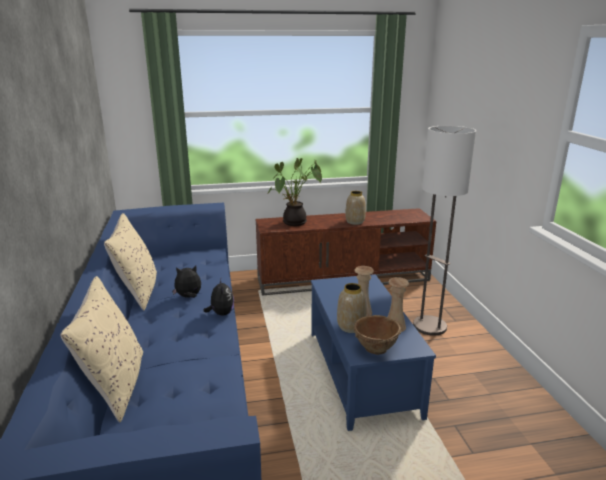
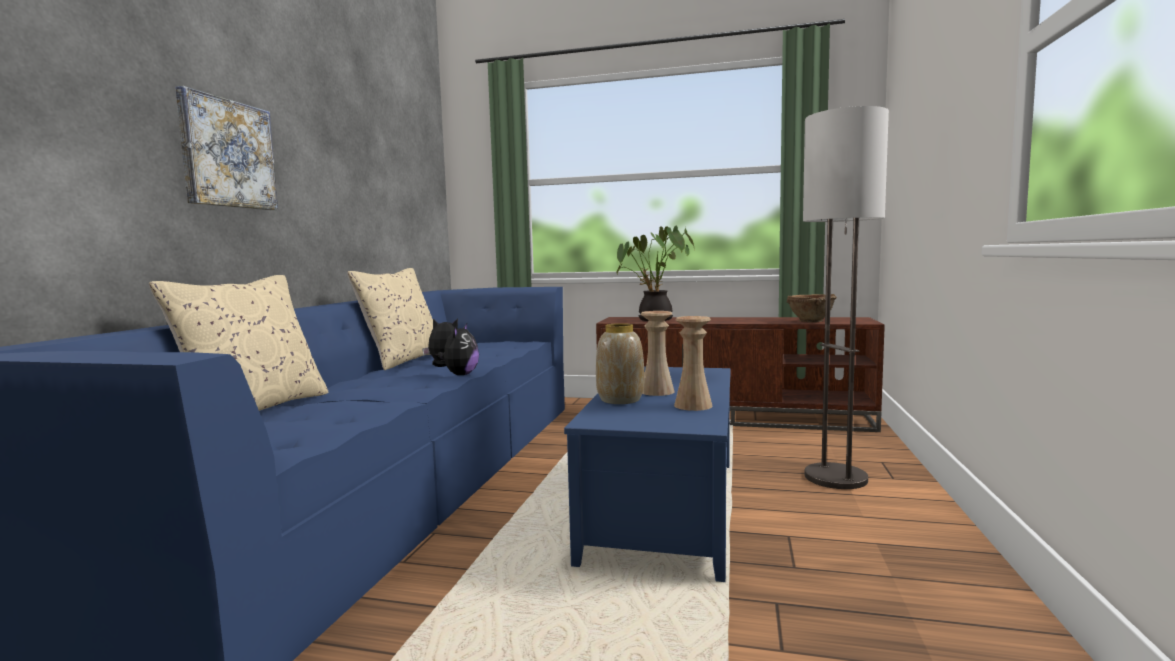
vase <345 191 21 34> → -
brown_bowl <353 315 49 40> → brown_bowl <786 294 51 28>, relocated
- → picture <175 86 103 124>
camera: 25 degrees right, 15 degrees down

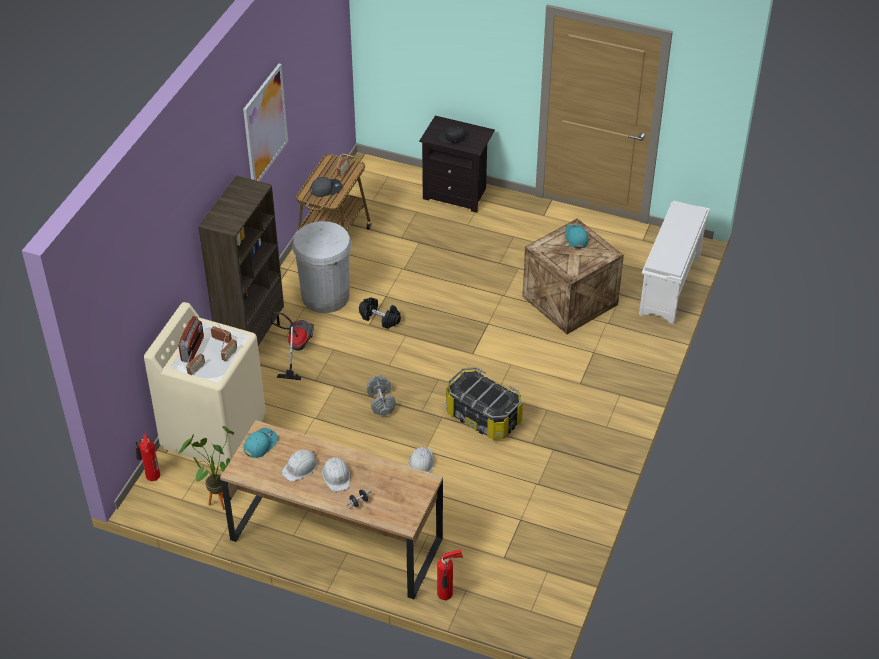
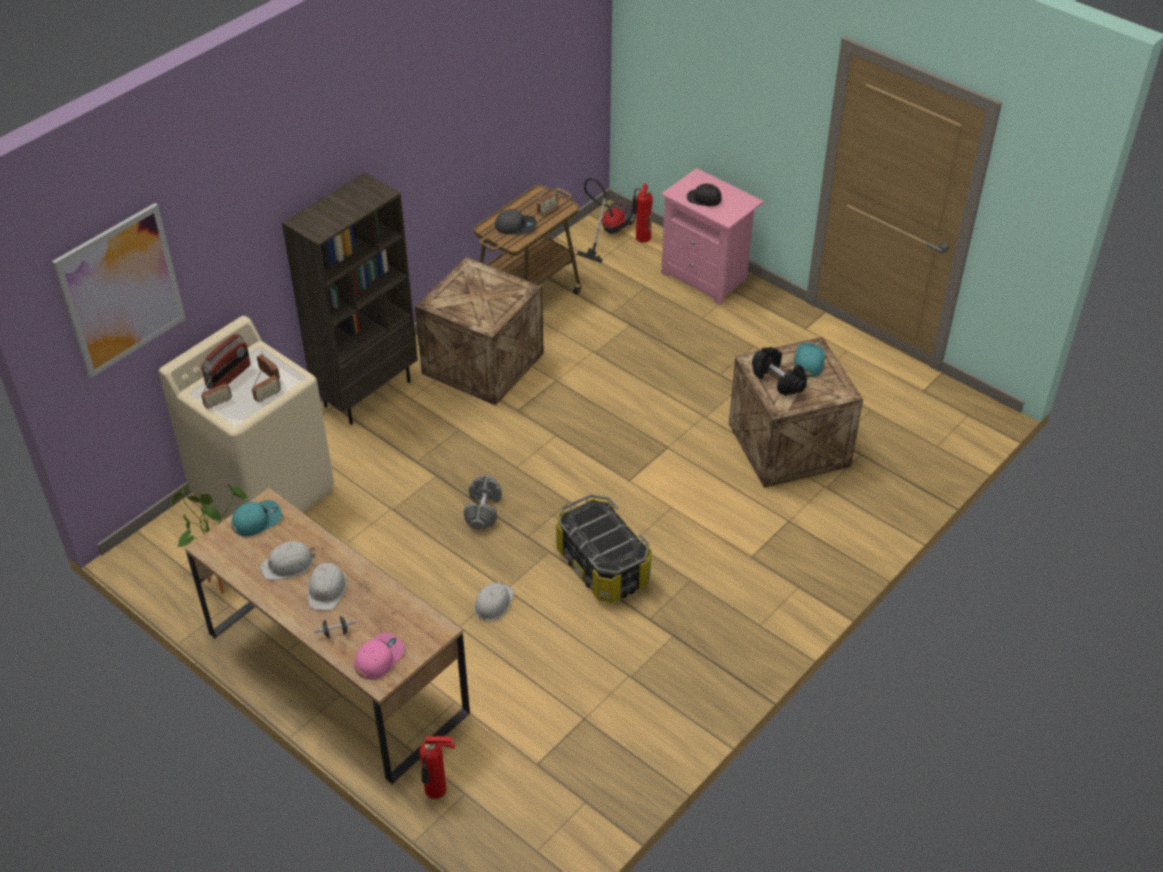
picture <243 64 45 117> → picture <52 203 134 175>, relocated
black_nightstand <419 116 76 97> → pink_nightstand <661 168 103 137>
white_shoe_rack <639 201 71 123> → -
white_trash_can <292 221 60 92> → crate <415 257 129 149>
black_dumbbell <359 297 42 32> → black_dumbbell <752 347 55 49>, relocated
vacuum_cleaner <270 312 44 68> → vacuum_cleaner <577 178 59 85>, relocated
fire_extinguisher <136 434 24 47> → fire_extinguisher <631 184 22 59>, relocated
- → pink_cap <354 633 51 47>
camera: 20 degrees right, 0 degrees up

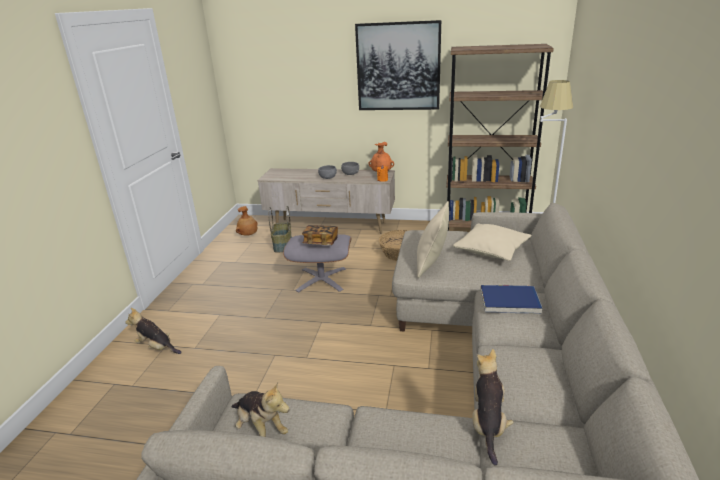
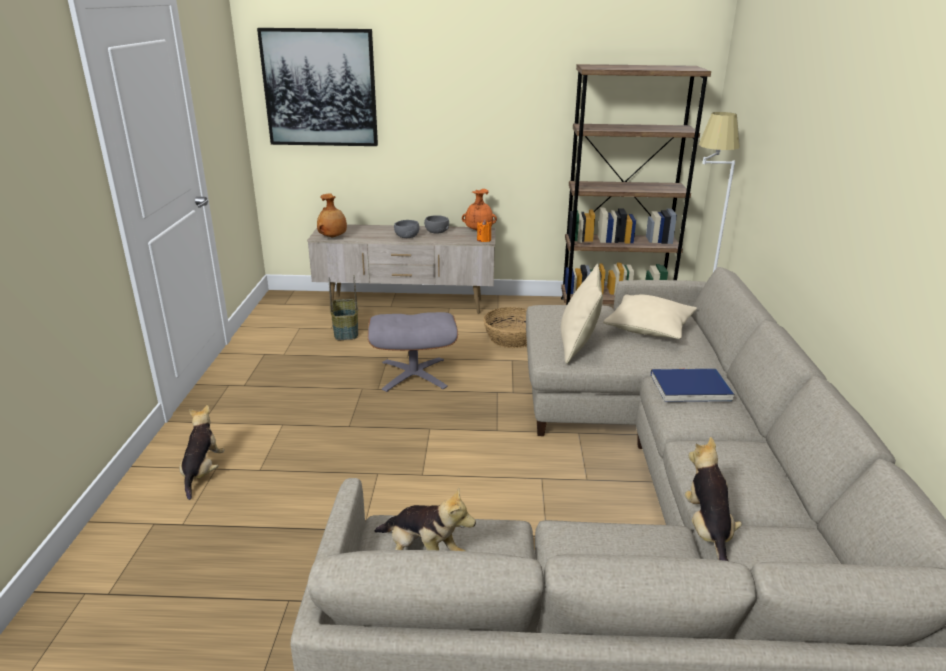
picture <355 20 86 90> → picture <257 28 121 118>, relocated
brown_vase <236 206 21 30> → brown_vase <317 193 30 45>, relocated
book <302 225 36 20> → -
plush_toy <125 308 57 46> → plush_toy <179 405 45 95>, 75 degrees clockwise
camera: 10 degrees left, 0 degrees up

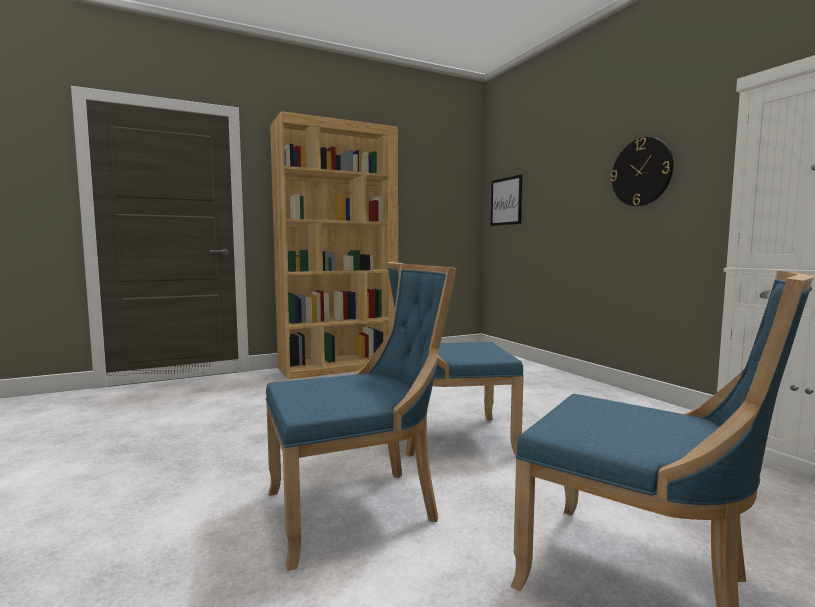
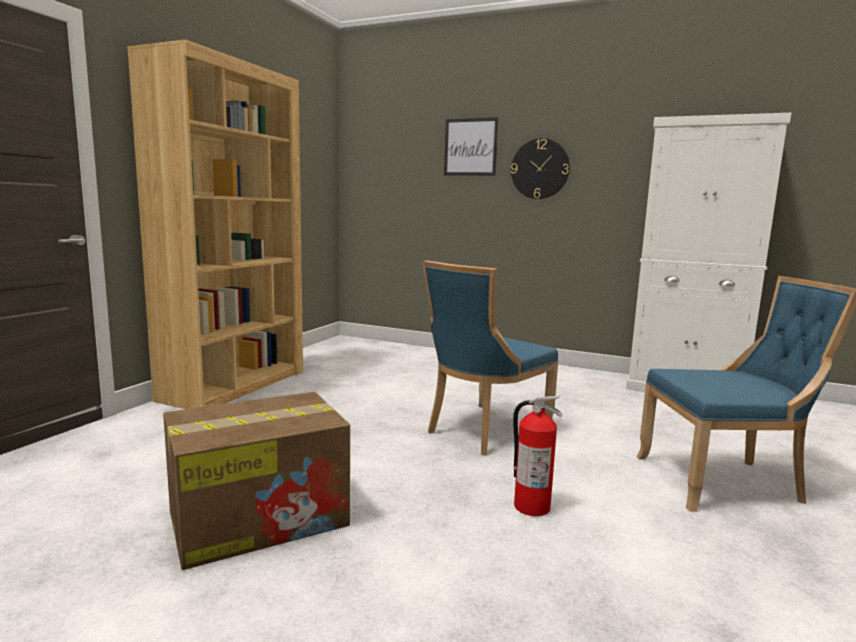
picture <491 174 31 52> → picture <444 117 55 59>, relocated
blue_chair <266 264 190 307> → fire_extinguisher <513 396 50 120>
- → cardboard_box <163 392 187 178>
camera: 40 degrees left, 5 degrees up

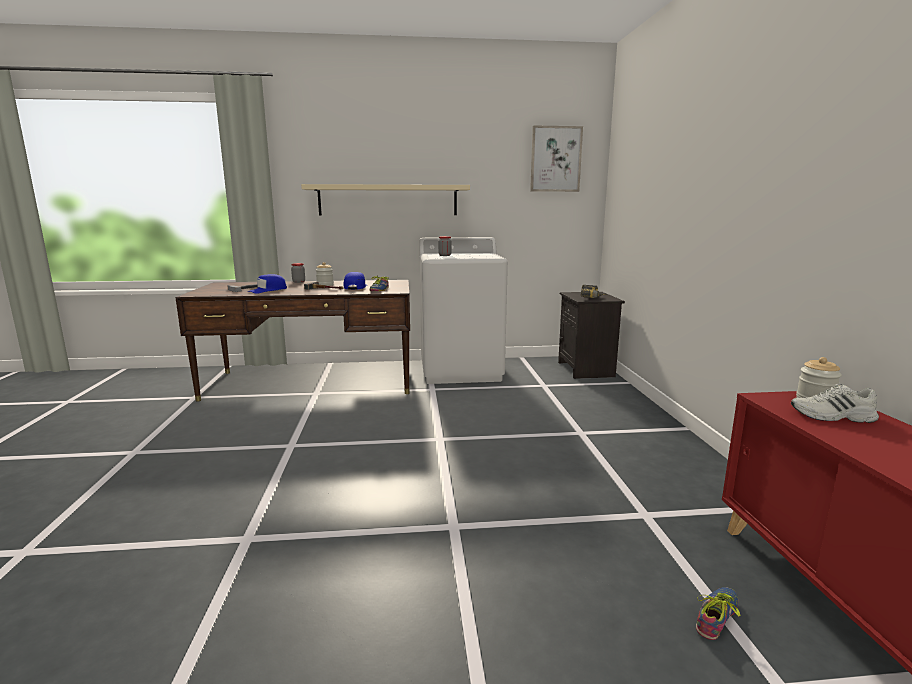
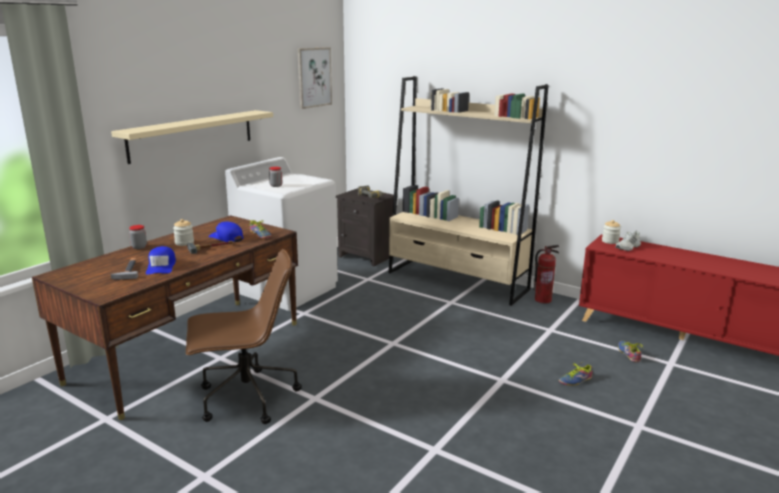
- → beige_bookcase <388 76 161 230>
- → fire_extinguisher <534 245 25 59>
- → brown_office_chair <186 249 116 175>
- → shoe <559 361 34 25>
camera: 50 degrees left, 5 degrees up

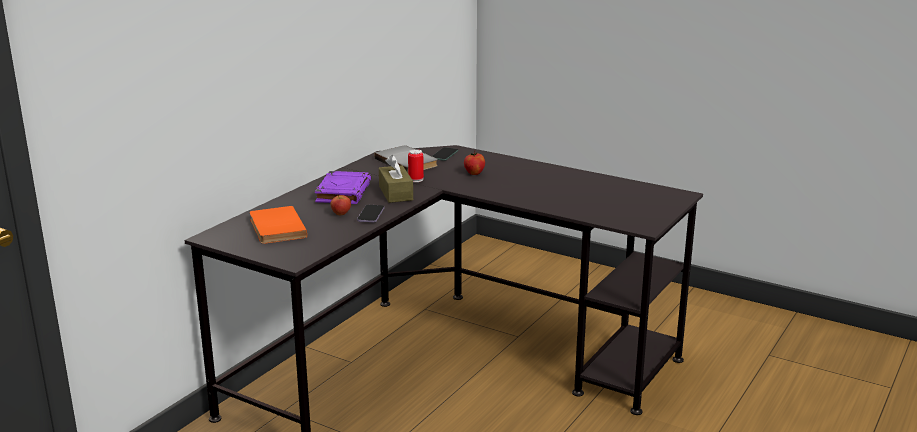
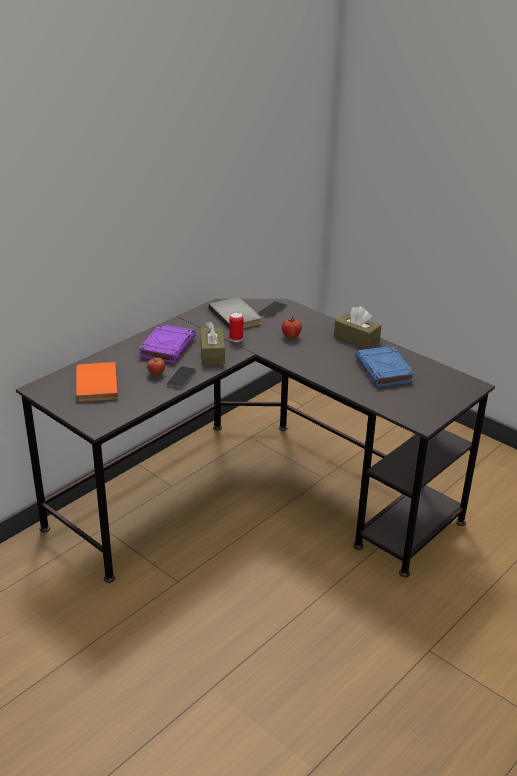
- → brown_tissue_box <334 306 47 43>
- → blue_book <356 346 59 41>
camera: 10 degrees right, 10 degrees up

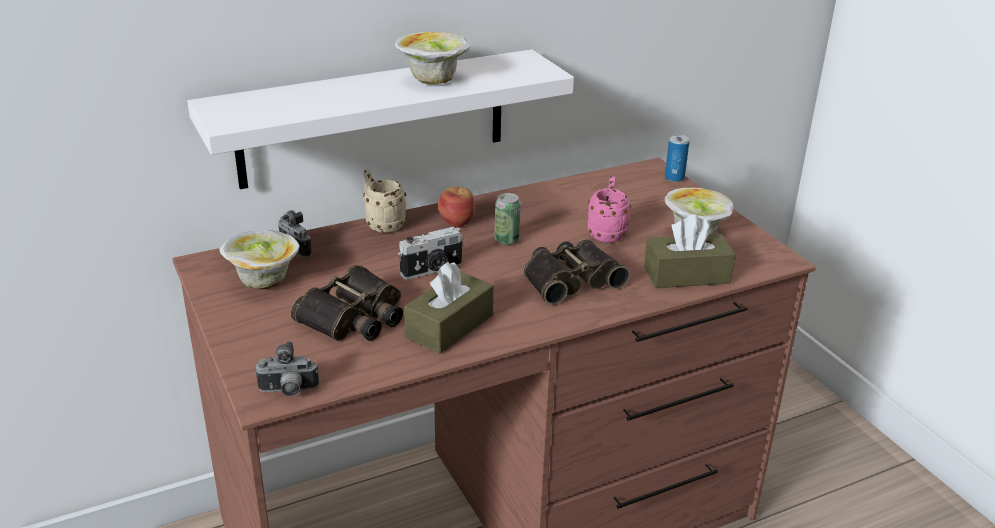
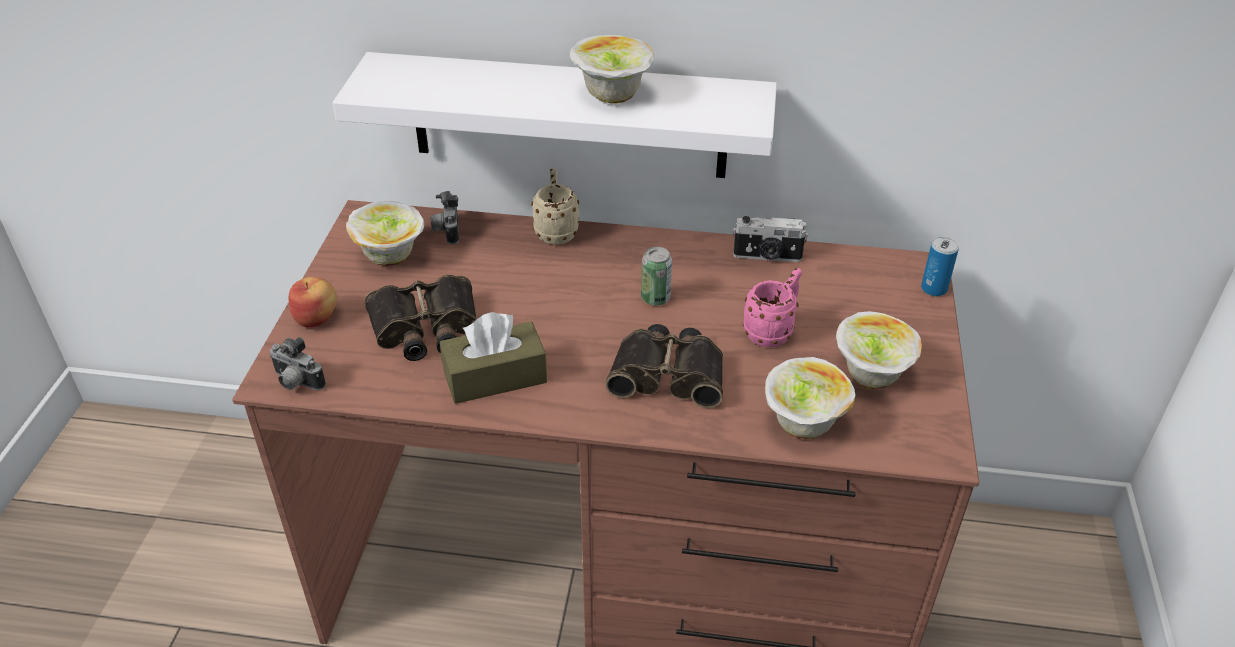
apple <438 187 38 40> → apple <289 277 48 51>, relocated
brown_tissue_box <644 214 92 74> → bowl <765 357 90 82>
photo_camera <398 227 66 53> → photo_camera <733 216 75 46>, relocated
camera: 35 degrees right, 10 degrees up

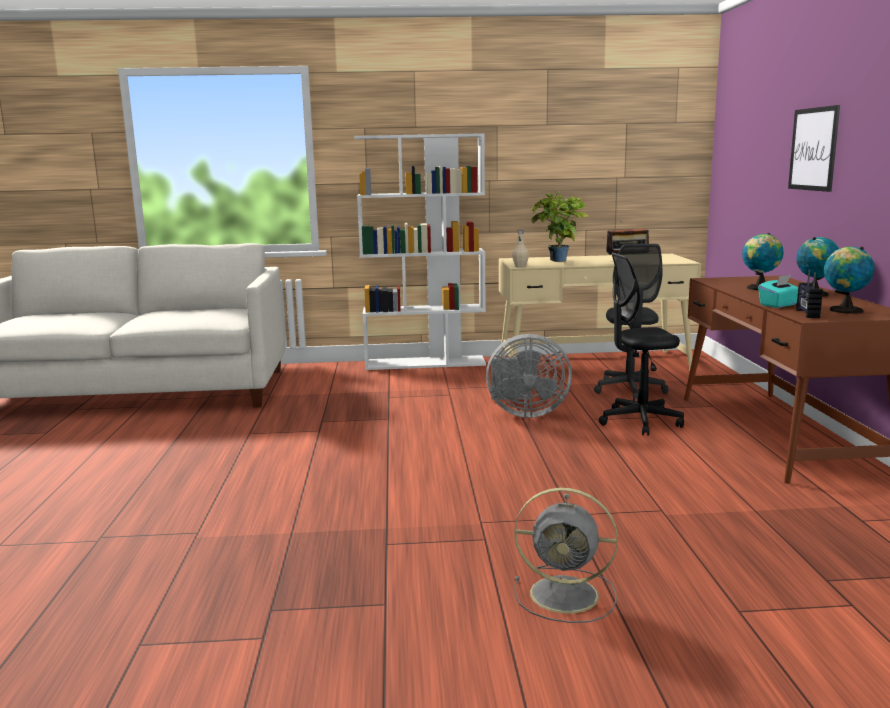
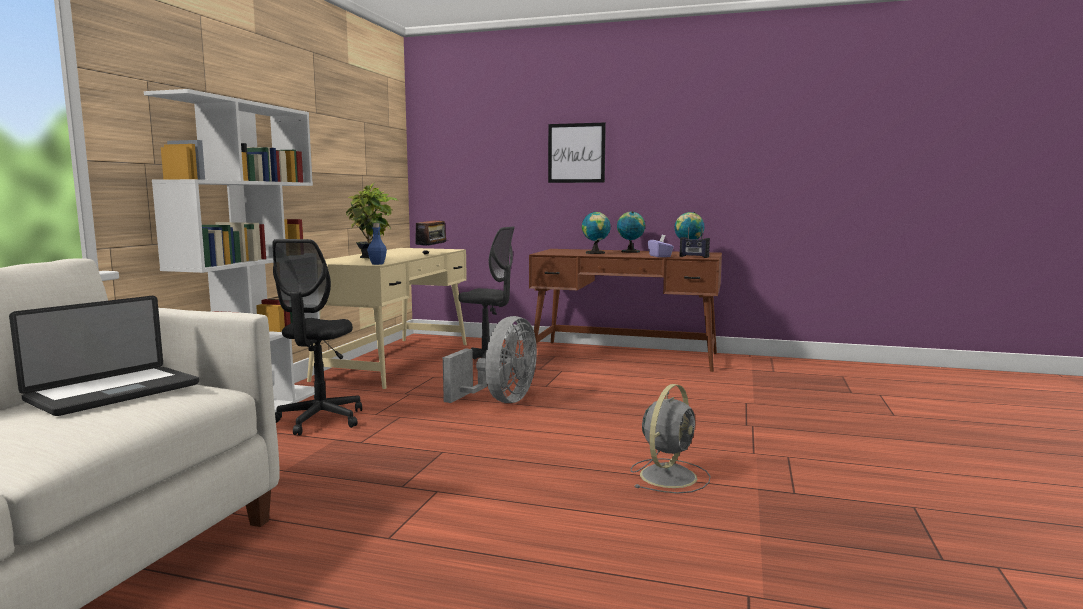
beige_bottle <512 230 17 38> → blue_bottle <368 223 19 42>
black_office_chair <599 252 85 184> → black_office_chair <272 239 90 196>, relocated
turquoise_tissue_box <758 275 40 33> → purple_tissue_box <648 235 26 22>
grey_fan <514 488 104 135> → grey_fan <631 384 80 110>, relocated
- → laptop <9 296 190 120>
camera: 70 degrees left, 5 degrees down

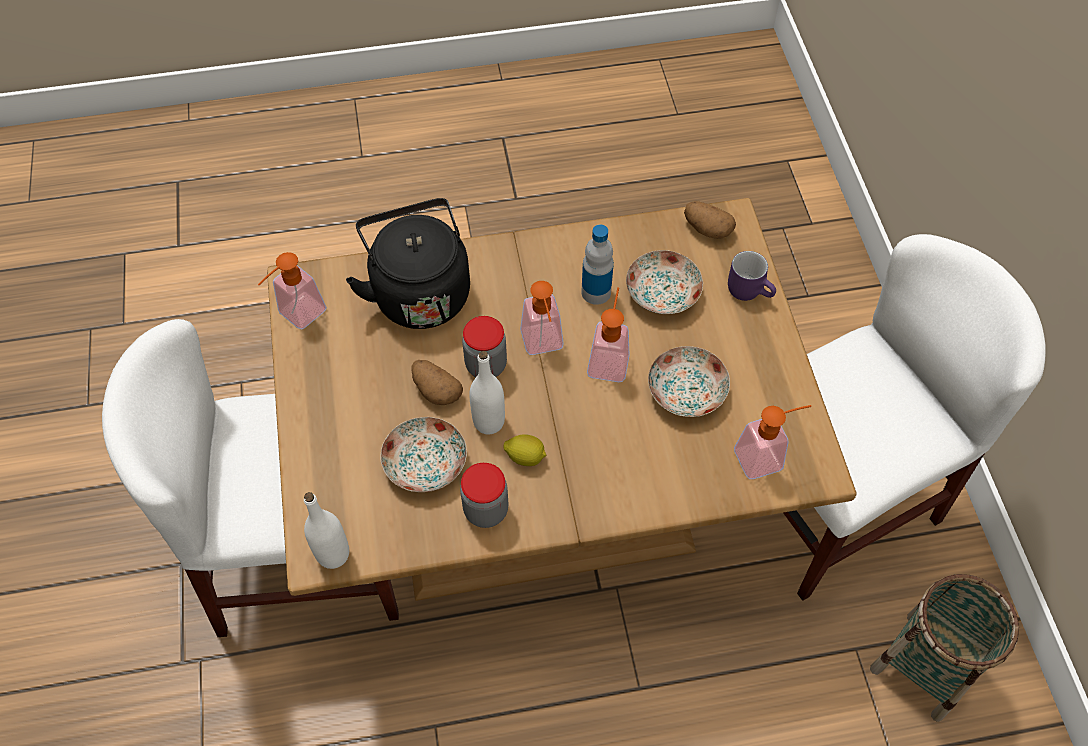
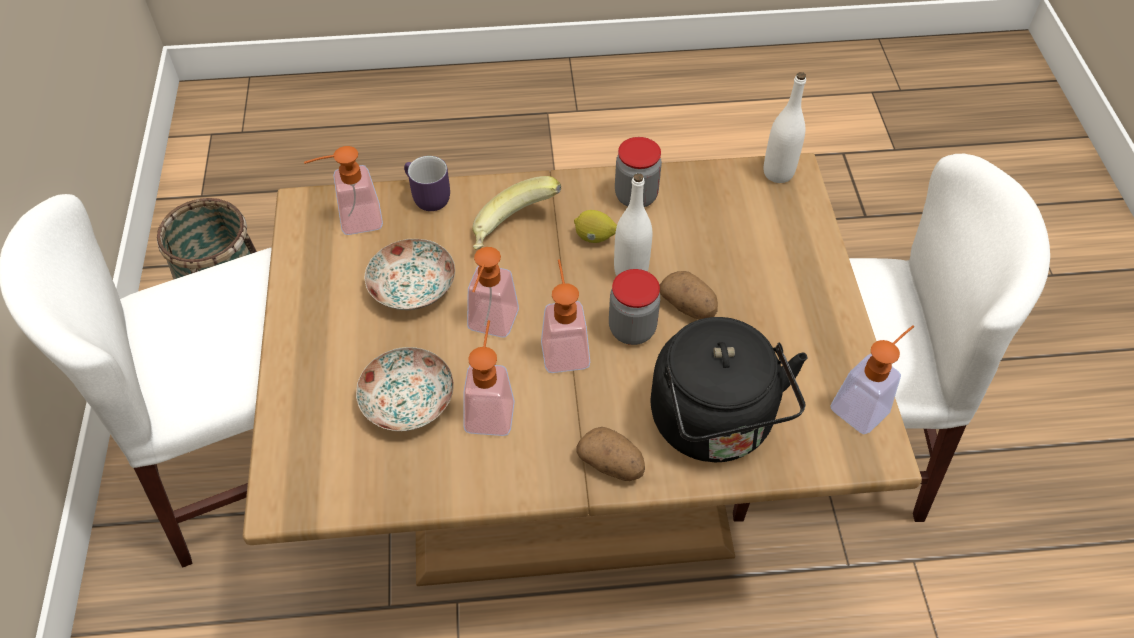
potato <684 201 52 38> → potato <576 427 69 54>, relocated
bottle <581 224 33 81> → soap_dispenser <463 320 52 116>
purple_mug <728 251 48 50> → purple_mug <404 156 46 55>, relocated
plate <380 417 87 75> → -
- → banana <473 176 88 74>
camera: 175 degrees left, 5 degrees down

